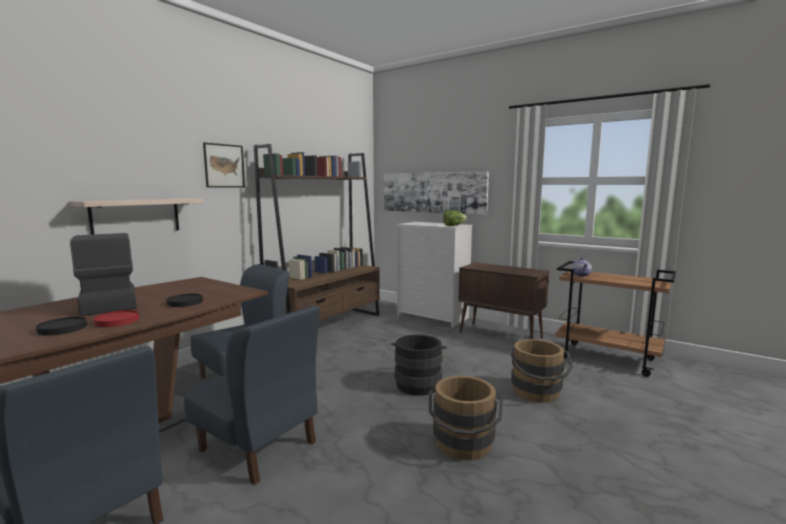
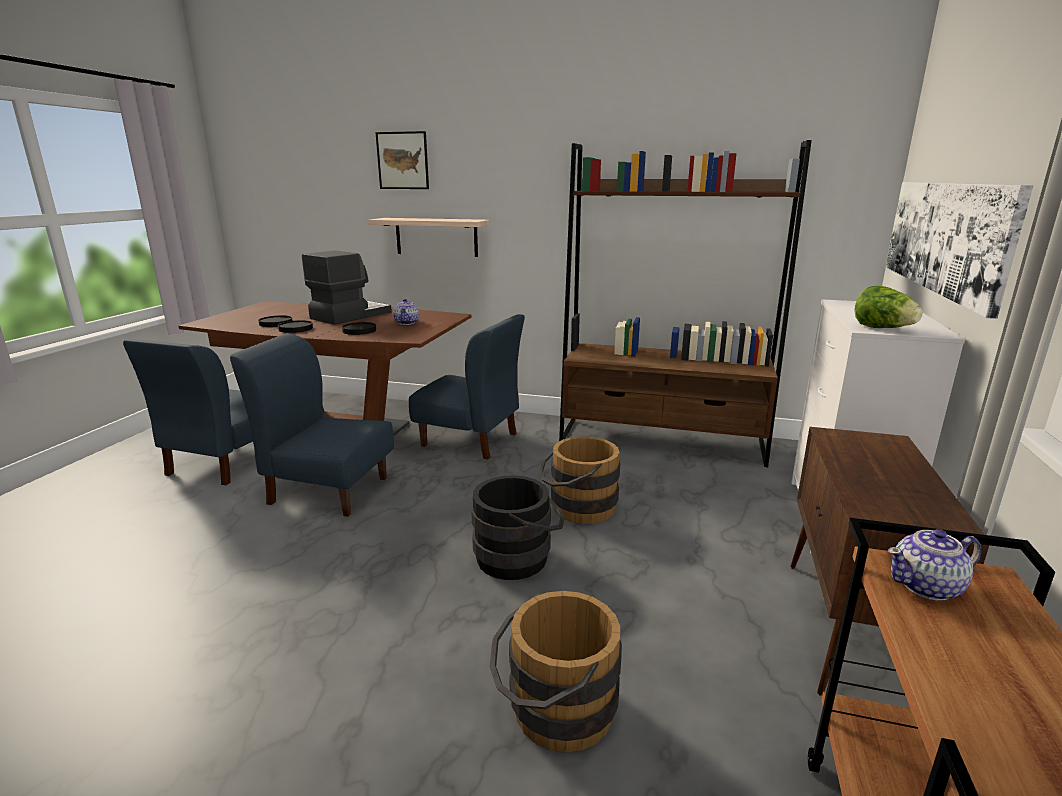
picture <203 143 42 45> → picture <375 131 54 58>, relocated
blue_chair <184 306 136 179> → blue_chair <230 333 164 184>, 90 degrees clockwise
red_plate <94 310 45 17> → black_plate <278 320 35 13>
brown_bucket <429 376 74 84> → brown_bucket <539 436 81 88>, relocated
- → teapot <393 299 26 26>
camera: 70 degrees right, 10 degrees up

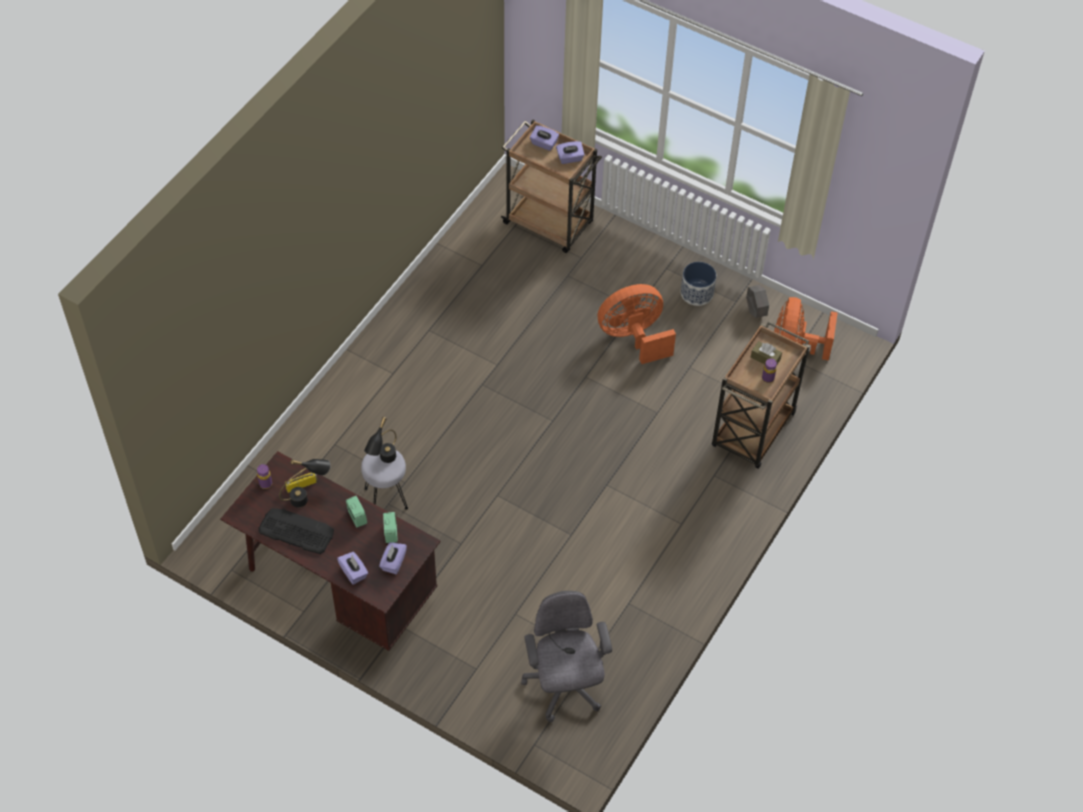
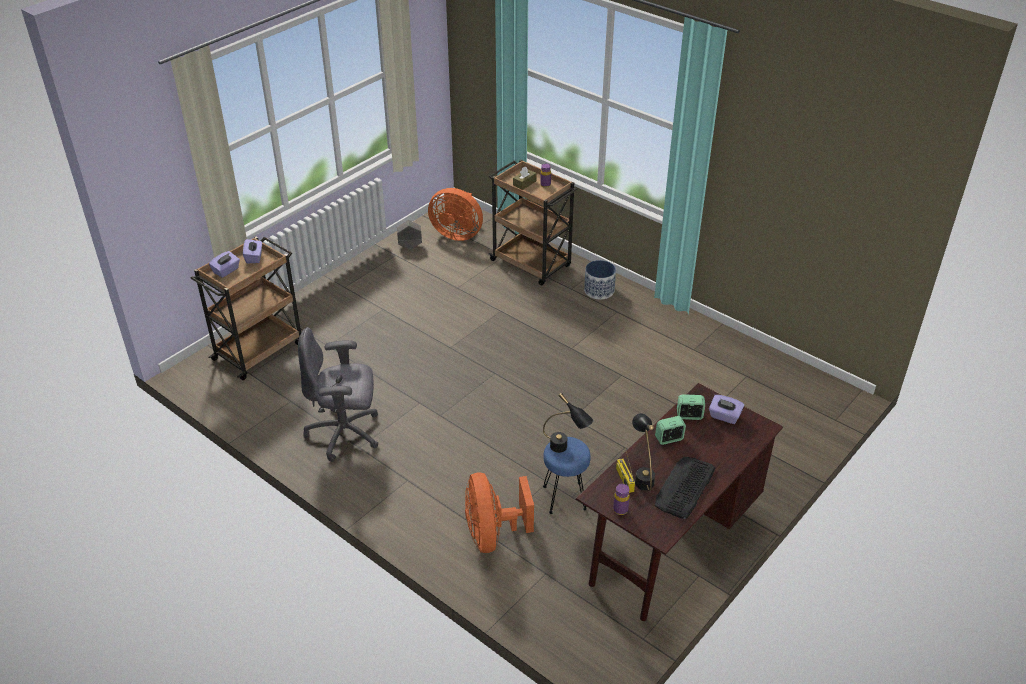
planter <681 262 35 44> → planter <584 260 32 39>, relocated
orange_fan <597 284 79 80> → orange_fan <465 473 69 80>, relocated
grey_stool <361 450 47 60> → blue_stool <543 437 48 77>
purple_tissue_box <337 552 31 33> → -
grey_office_chair <521 591 91 131> → grey_office_chair <298 327 81 135>, relocated
camera: 80 degrees left, 15 degrees down

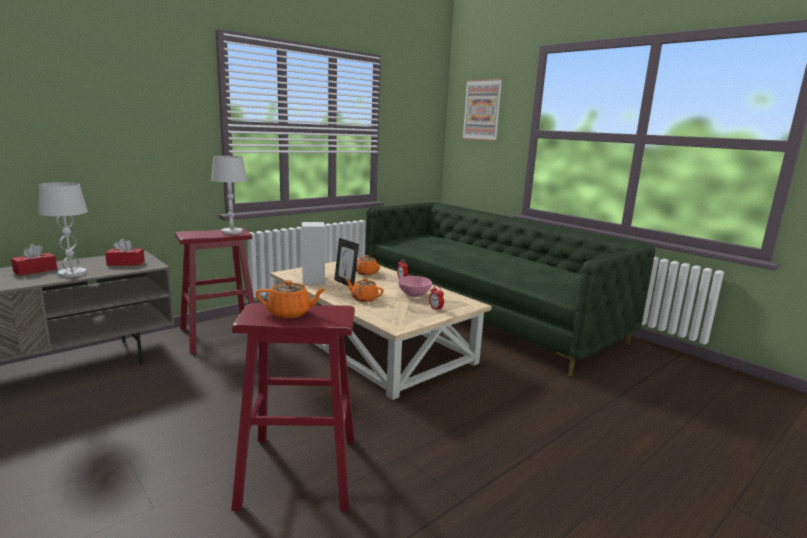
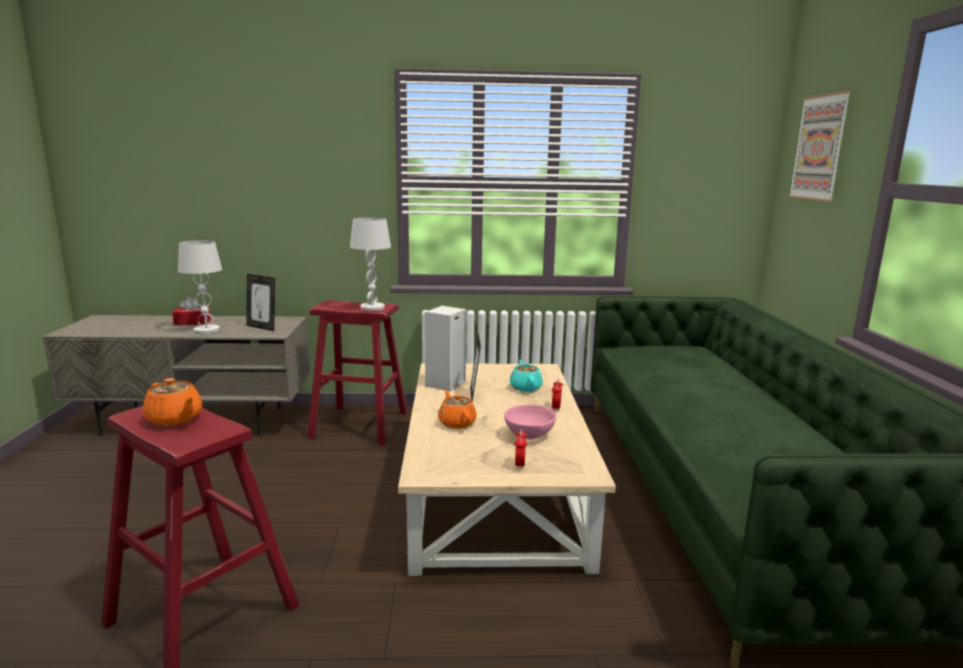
red_tissue_box <105 238 40 28> → picture_frame <246 274 29 57>
orange_teapot <356 255 24 20> → turquoise_teapot <510 360 33 32>
camera: 40 degrees right, 0 degrees up

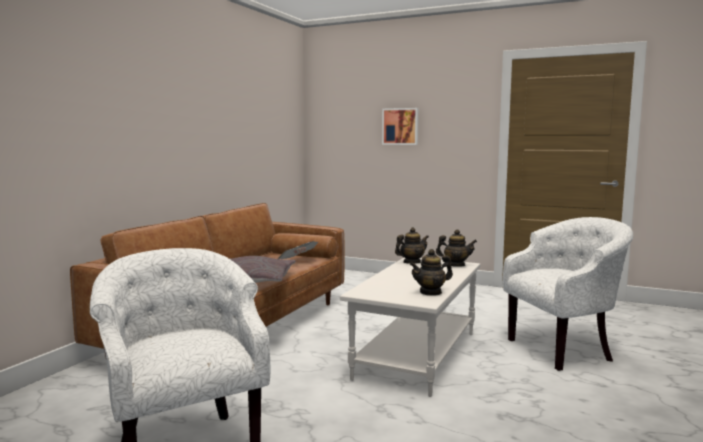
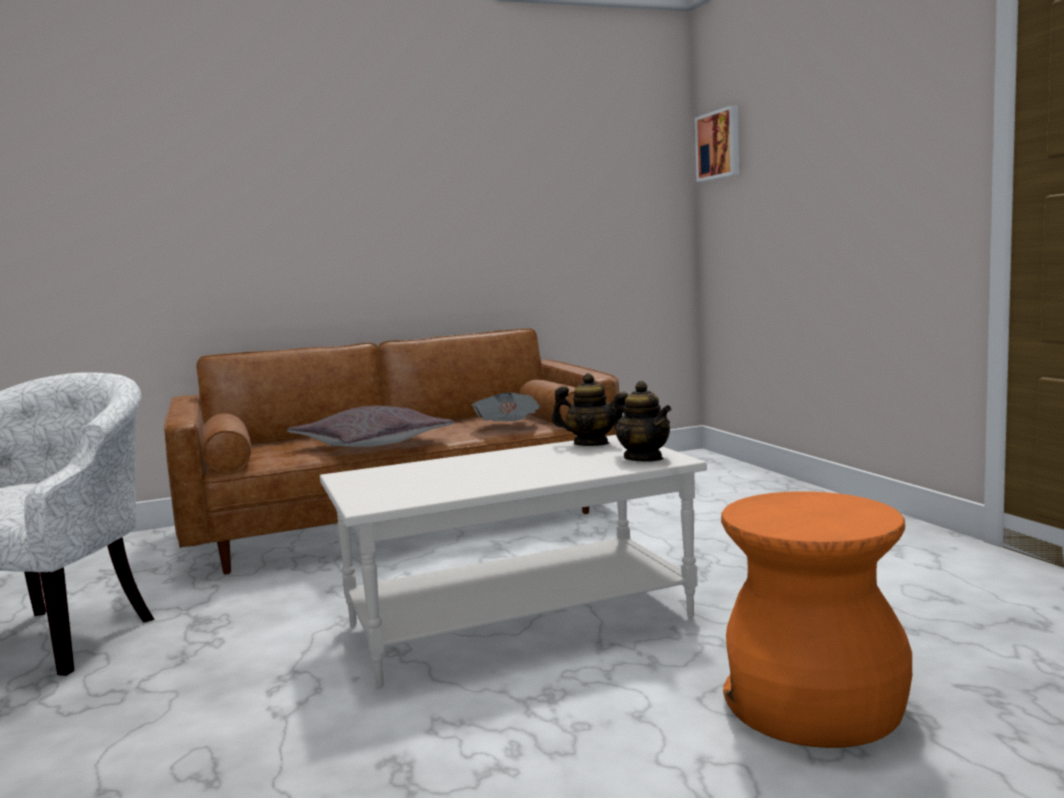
picture <382 108 36 37> → picture <695 106 44 76>, relocated
white_armchair <503 217 130 154> → orange_stool <721 491 191 257>
teapot <410 249 43 47> → -
camera: 45 degrees right, 0 degrees up

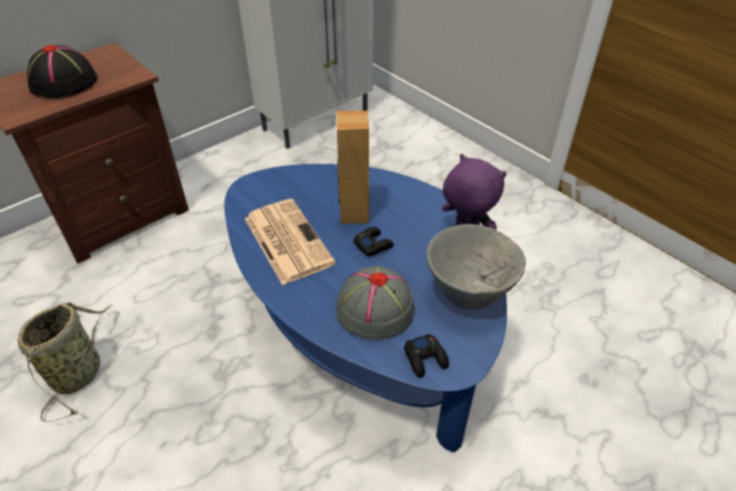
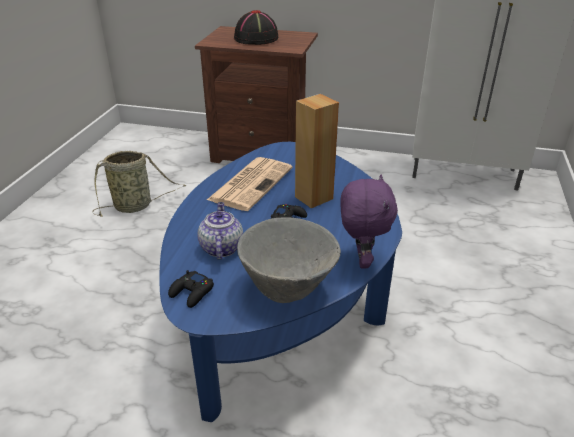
grey_hat <336 266 79 73> → teapot <198 202 45 58>
camera: 55 degrees right, 10 degrees down

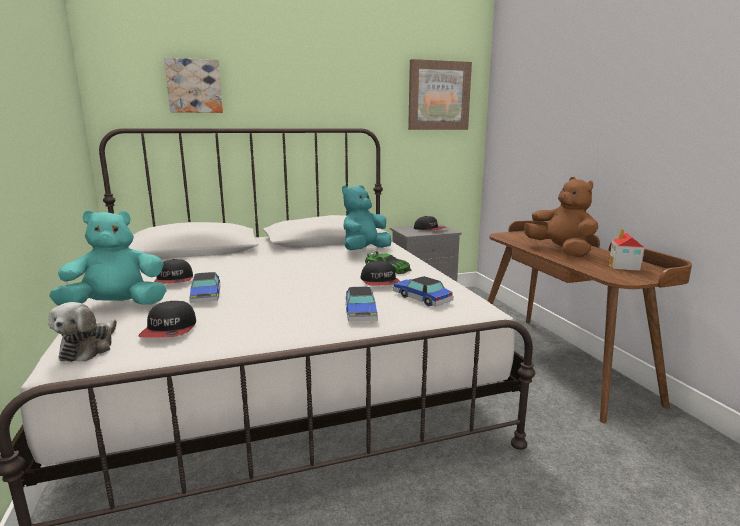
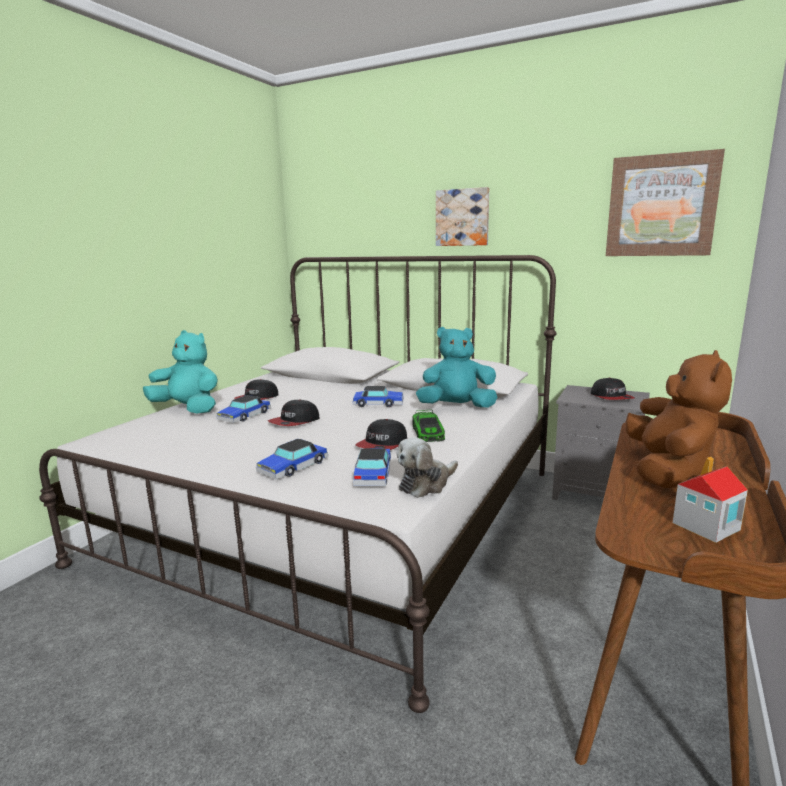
picture <164 58 59 55> → picture <436 187 53 59>, relocated
cap <139 301 57 37> → cap <268 400 52 26>, relocated
plush_toy <48 302 69 60> → plush_toy <397 437 61 61>, relocated
- → toy_car <353 386 50 21>
camera: 45 degrees right, 0 degrees up

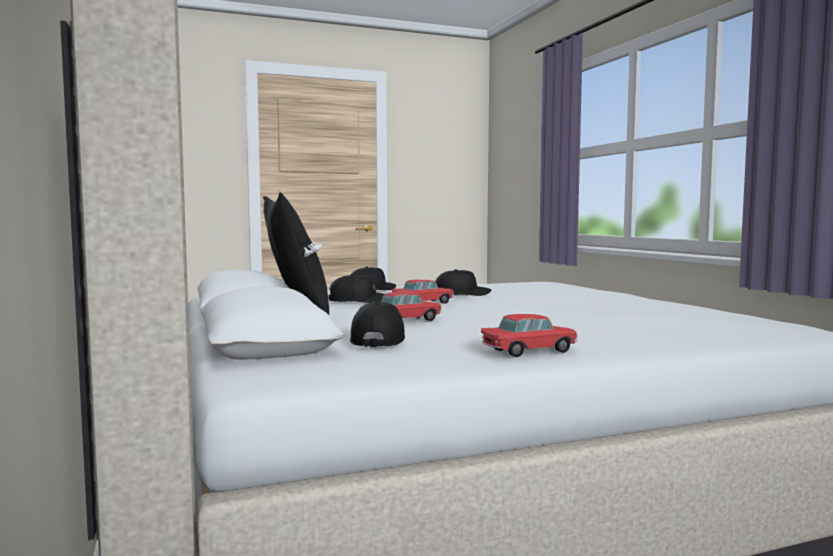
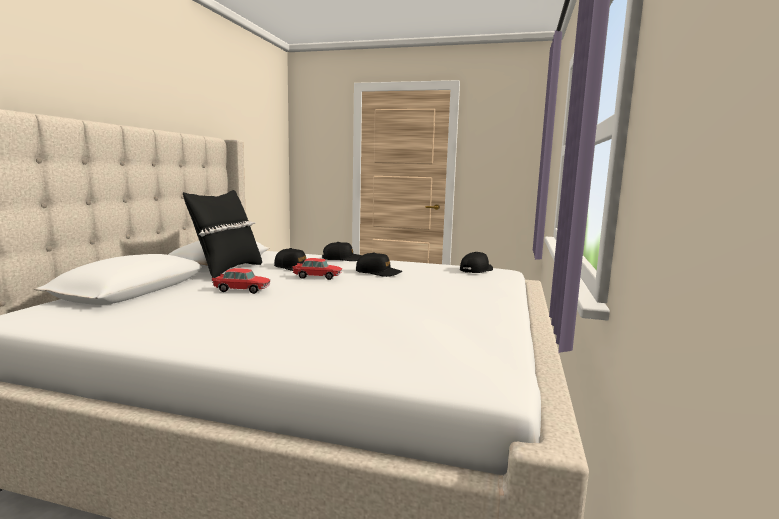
black_cap <350 302 55 45> → black_cap <460 252 33 21>, relocated
toy_car <481 314 97 43> → -
camera: 35 degrees right, 5 degrees up

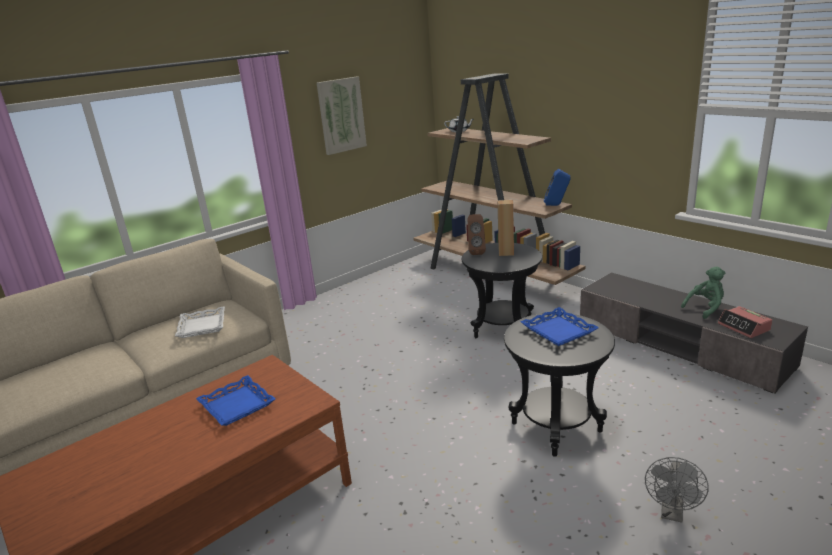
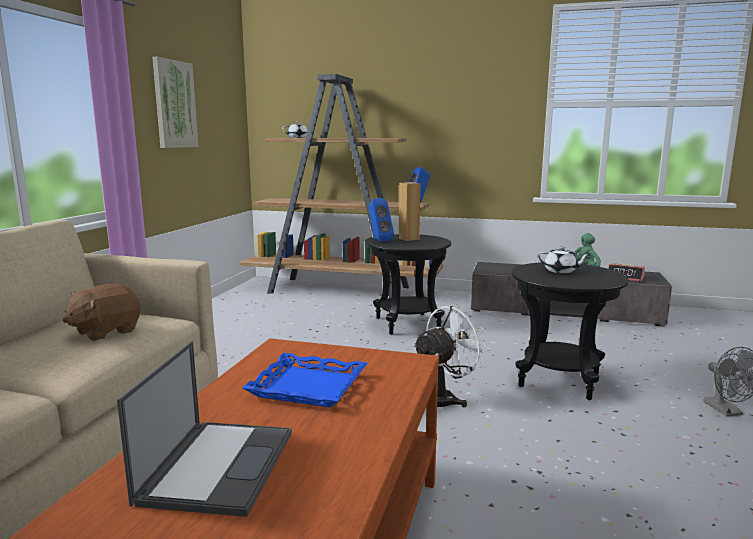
brown_speaker <468 214 18 41> → blue_speaker <368 198 26 43>
white_tray <175 306 50 32> → brown_plush_toy <63 284 78 57>
blue_tray <521 307 78 39> → white_teapot <537 246 54 27>
- → white_fan <413 304 77 103>
- → laptop <117 341 175 176>
camera: 35 degrees left, 10 degrees down

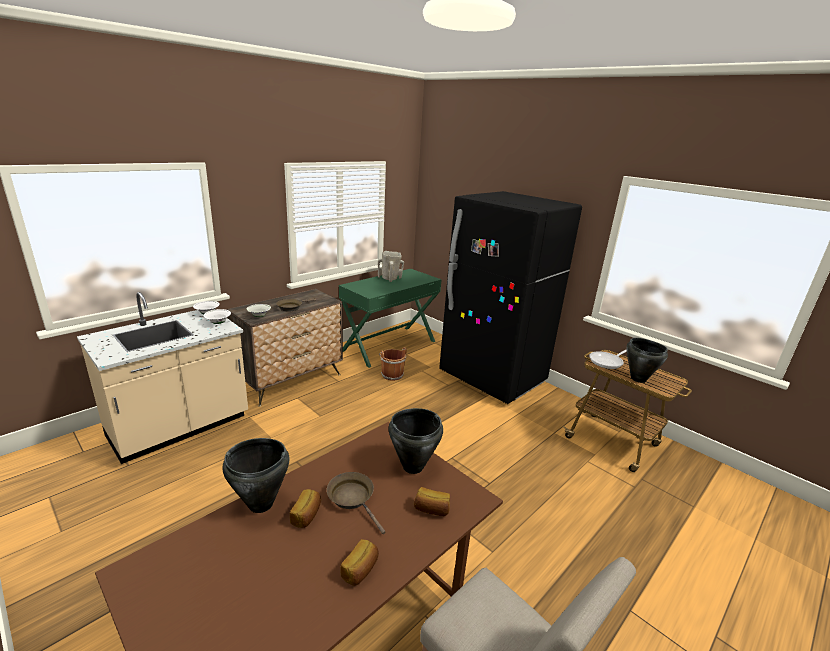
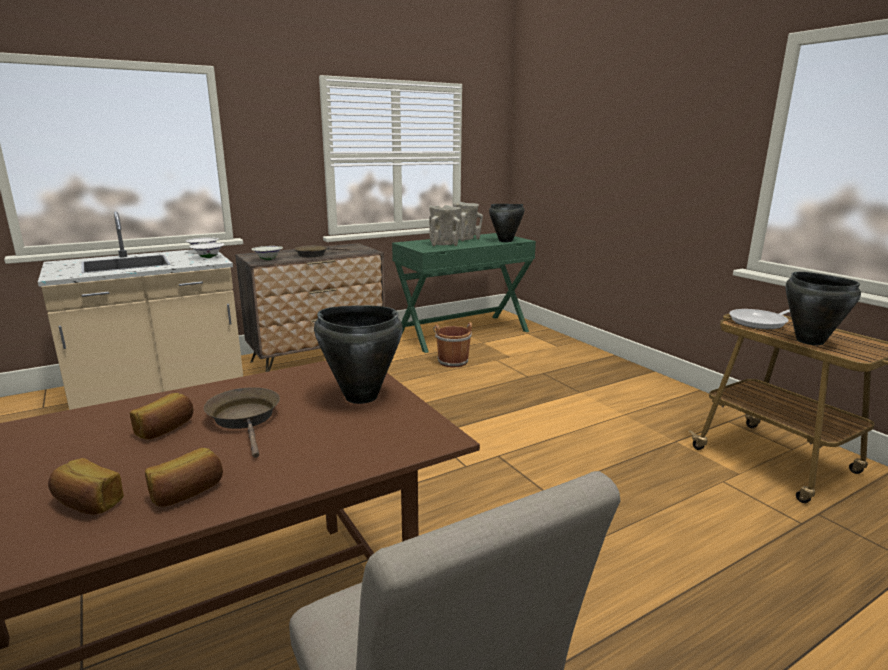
black_fridge <439 191 143 213> → -
black_cooking_pot <223 438 67 75> → black_cooking_pot <489 204 36 38>, relocated
bread <414 487 36 29> → bread <48 458 76 57>, relocated
- → beige_vase <429 205 32 41>
camera: 15 degrees right, 5 degrees down

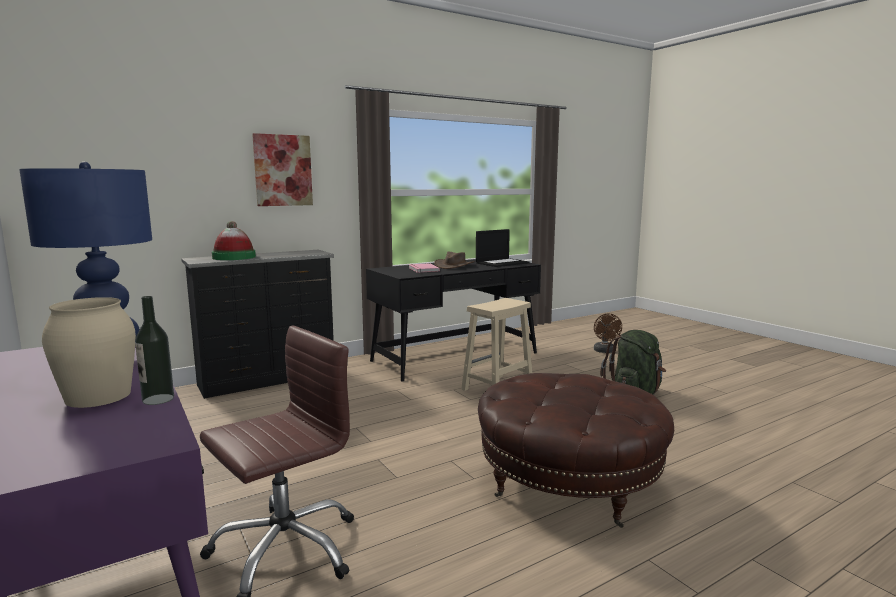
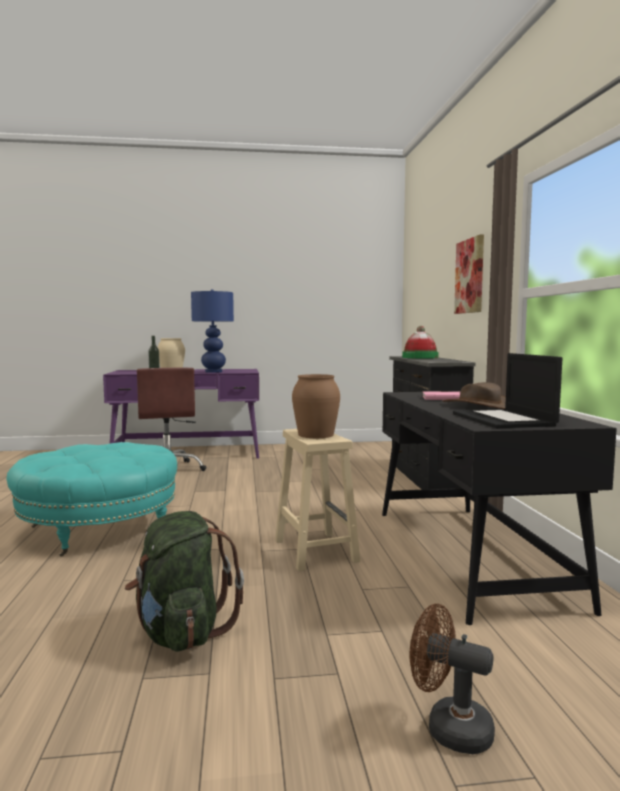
brown_ottoman <478 373 196 155> → turquoise_ottoman <6 442 171 115>
- → brown_vase <292 374 48 64>
camera: 115 degrees right, 5 degrees down

